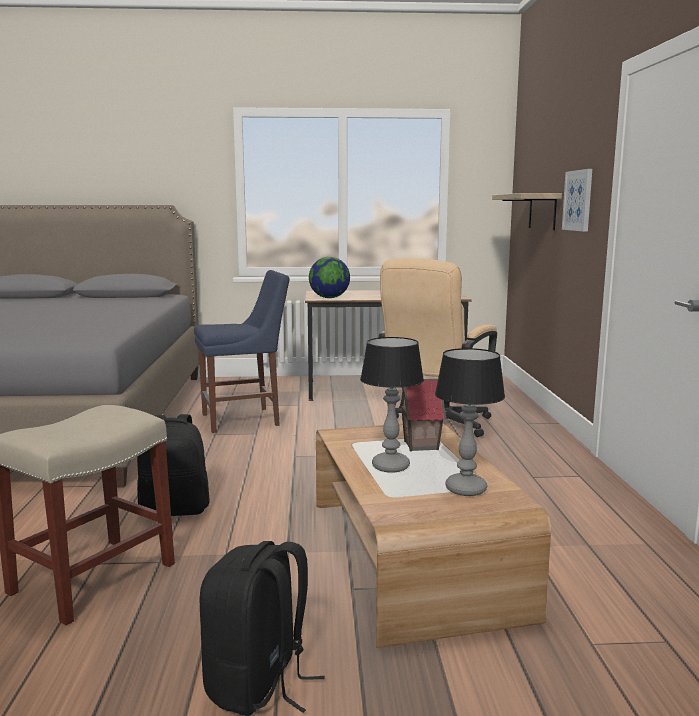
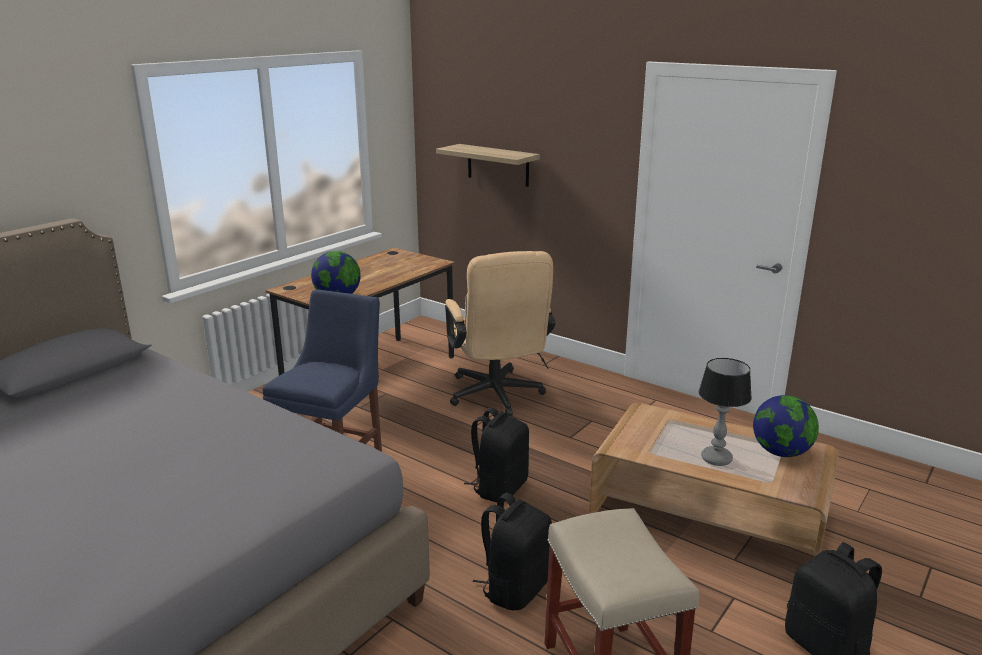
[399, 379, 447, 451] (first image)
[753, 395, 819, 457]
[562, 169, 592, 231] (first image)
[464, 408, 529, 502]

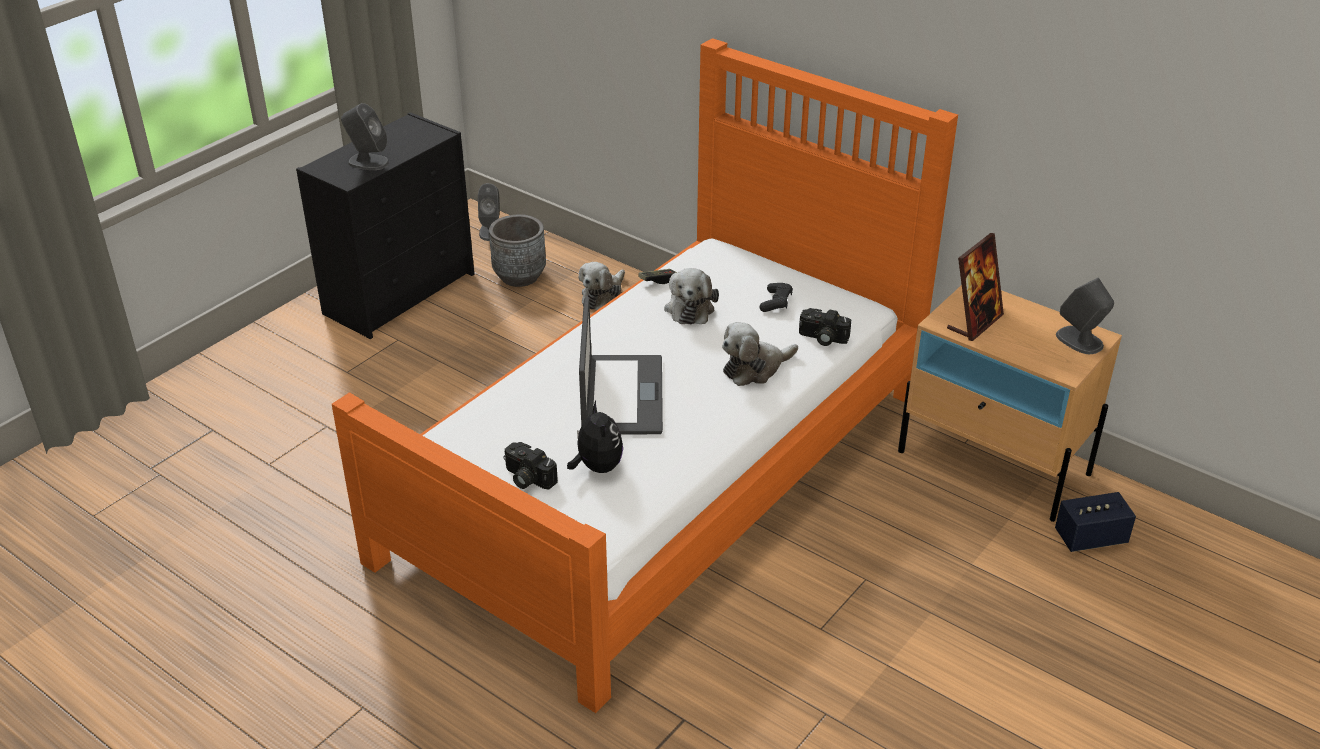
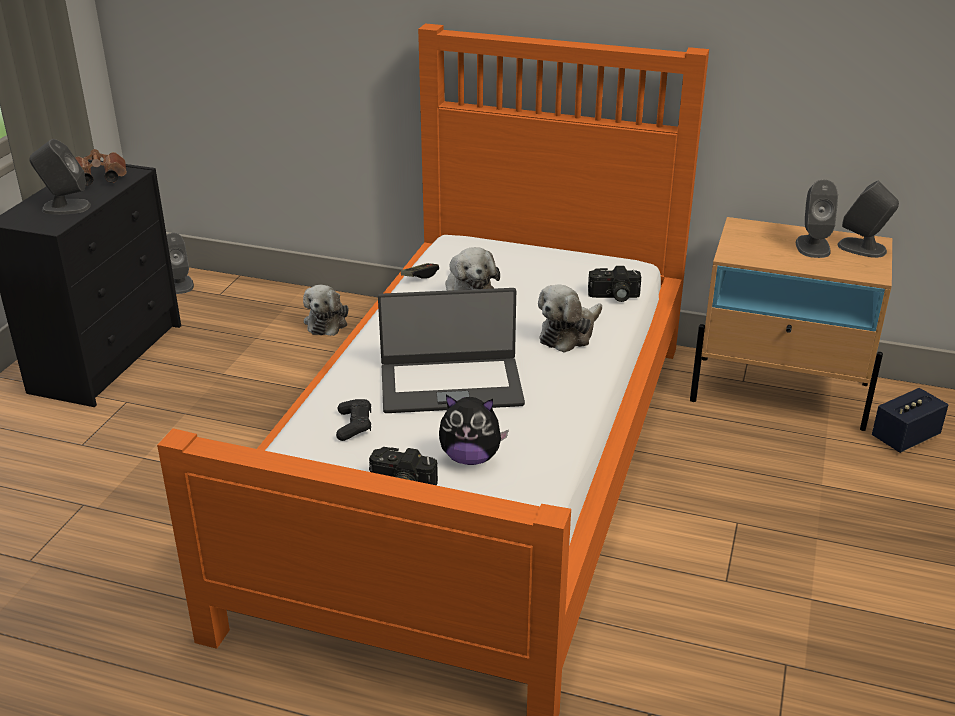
[489, 214, 546, 287] (first image)
[439, 395, 509, 465]
[378, 288, 525, 413]
[336, 399, 371, 441]
[947, 233, 1004, 341] (first image)
[75, 149, 127, 186]
[796, 180, 838, 258]

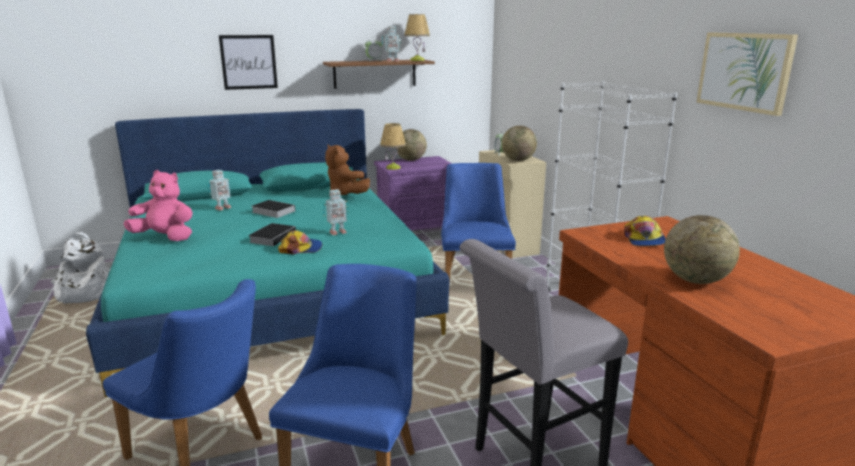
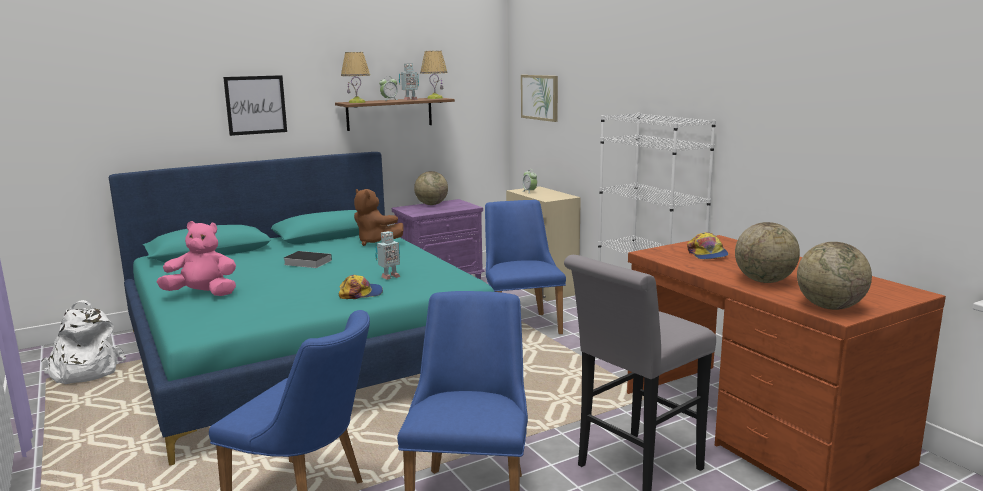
[208, 170, 232, 211] (first image)
[248, 223, 296, 246] (first image)
[341, 52, 370, 103]
[797, 242, 872, 310]
[521, 75, 558, 122]

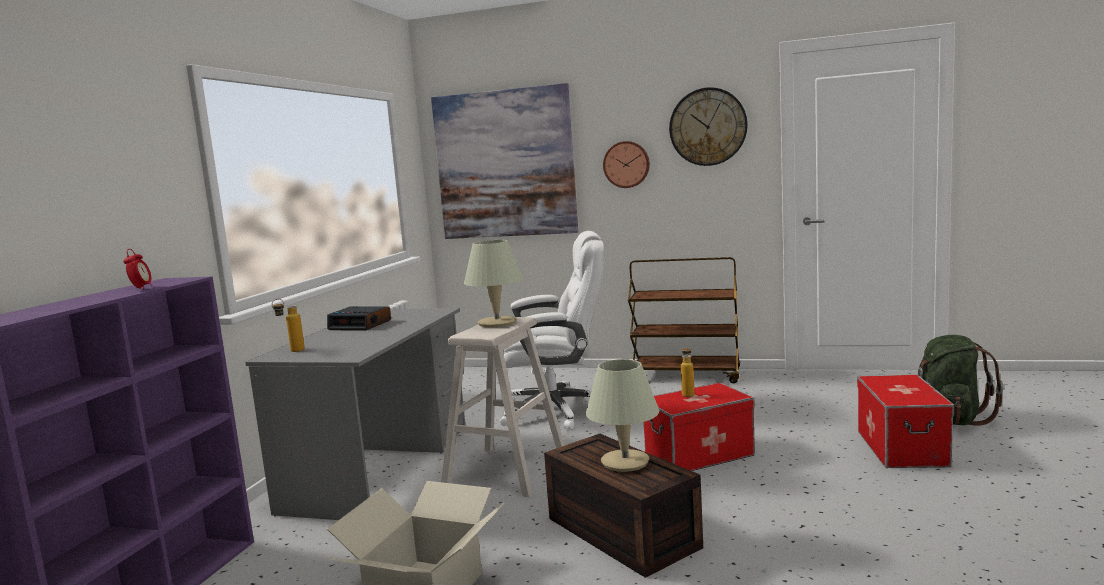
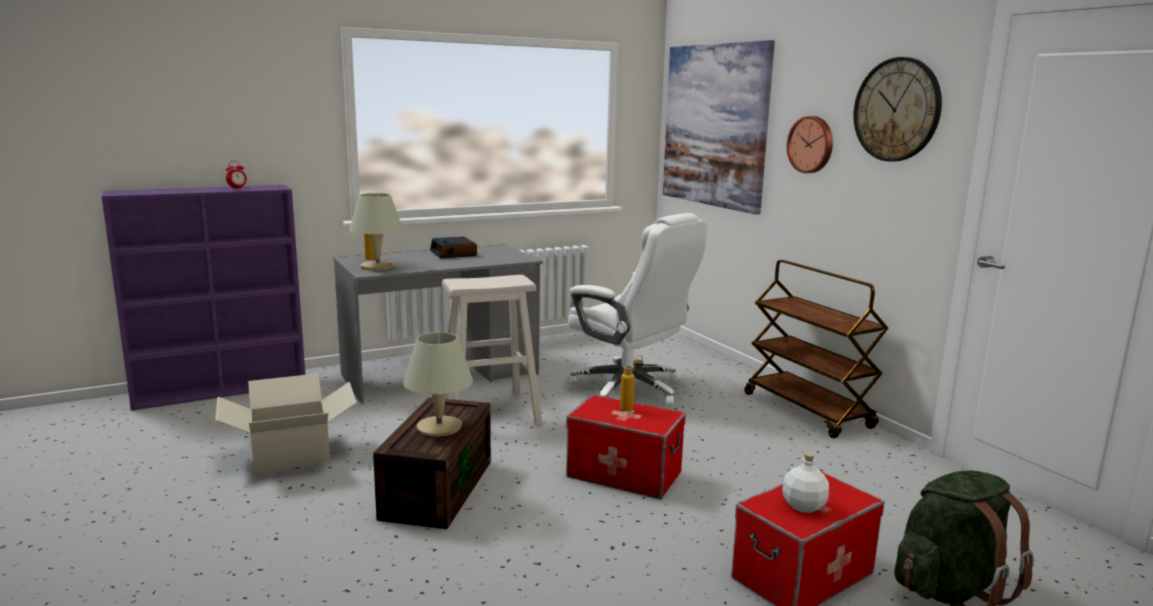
[349, 193, 403, 270]
[782, 452, 829, 513]

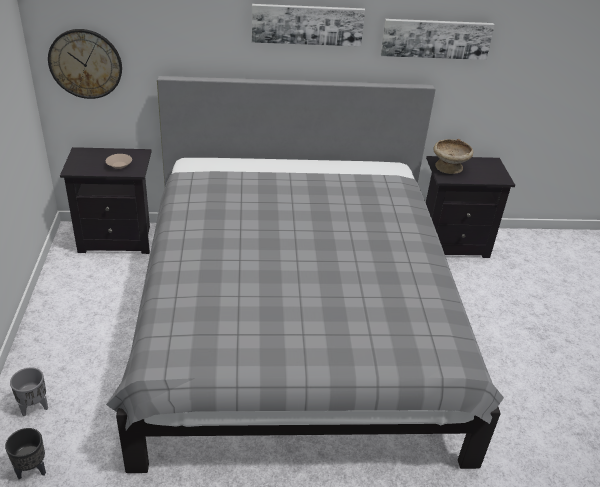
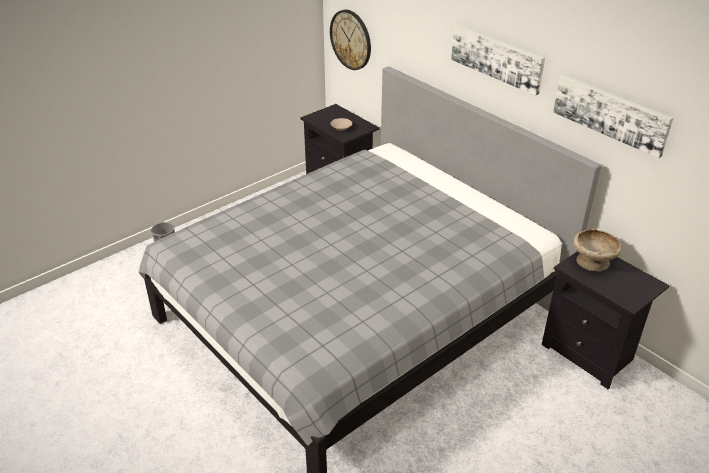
[5, 428, 46, 479] (first image)

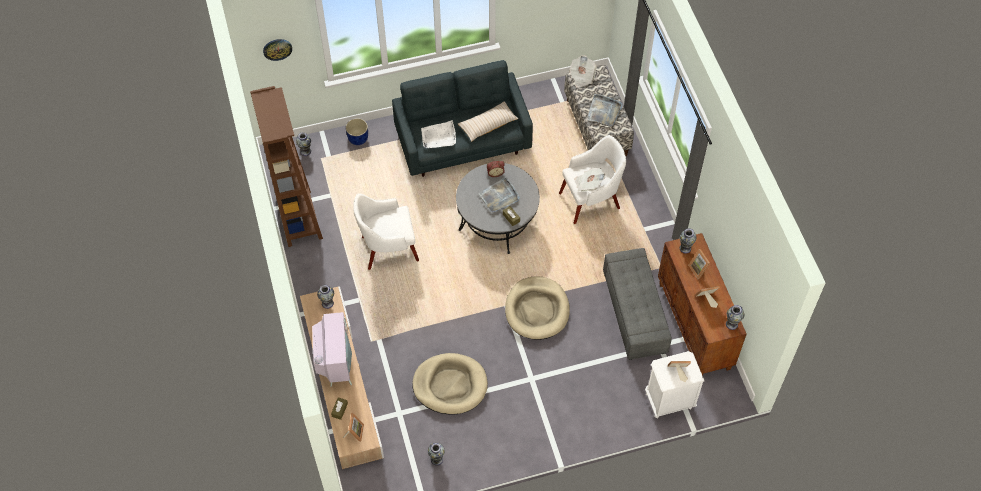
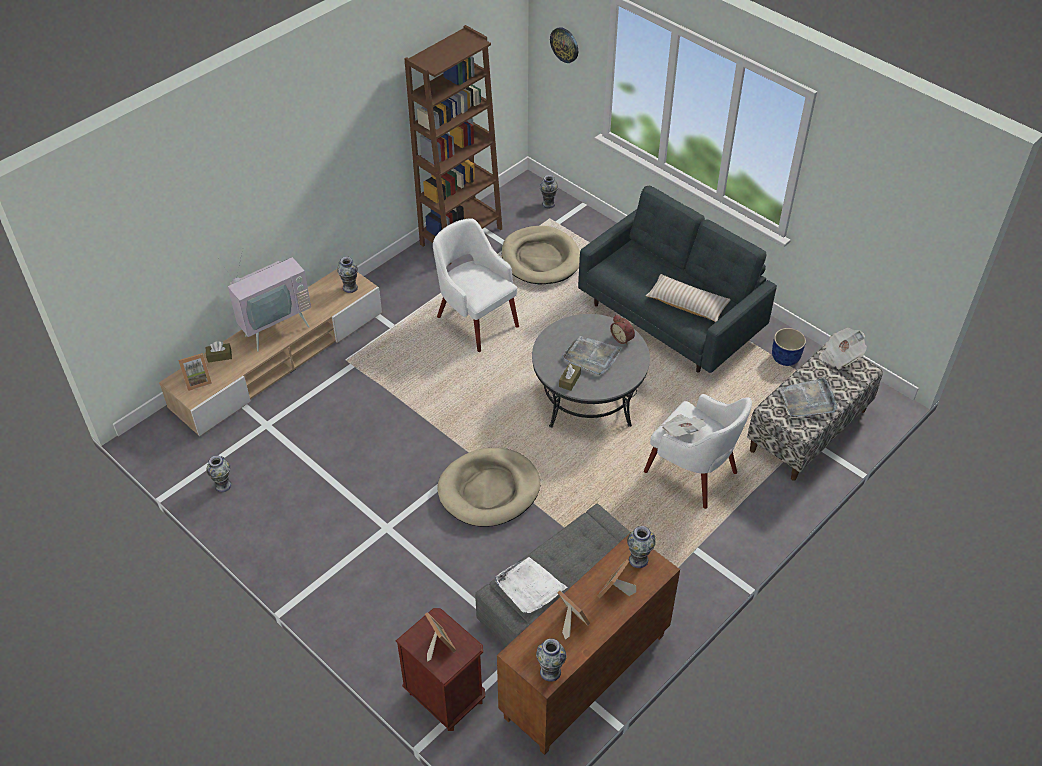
[772, 328, 806, 366]
[502, 226, 580, 285]
[495, 557, 567, 613]
[396, 608, 485, 731]

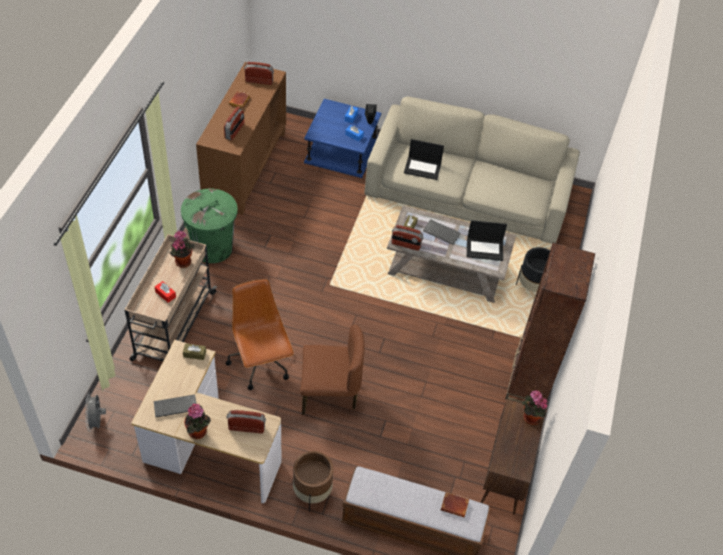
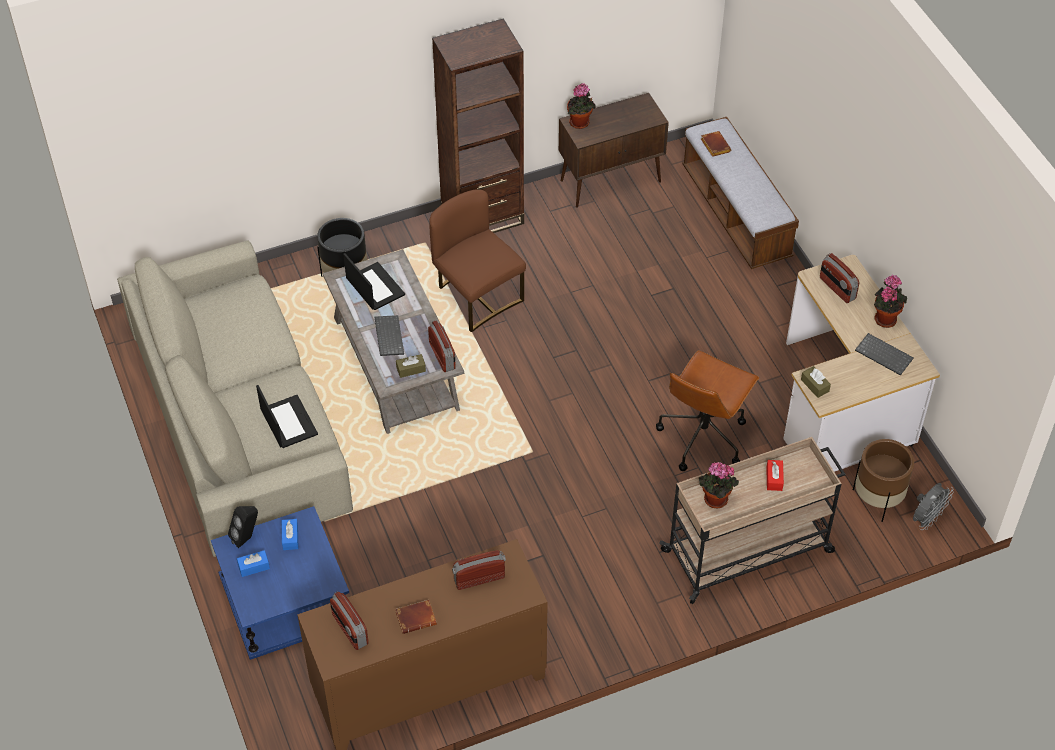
[181, 188, 238, 263] (first image)
[853, 439, 914, 522]
[429, 189, 526, 332]

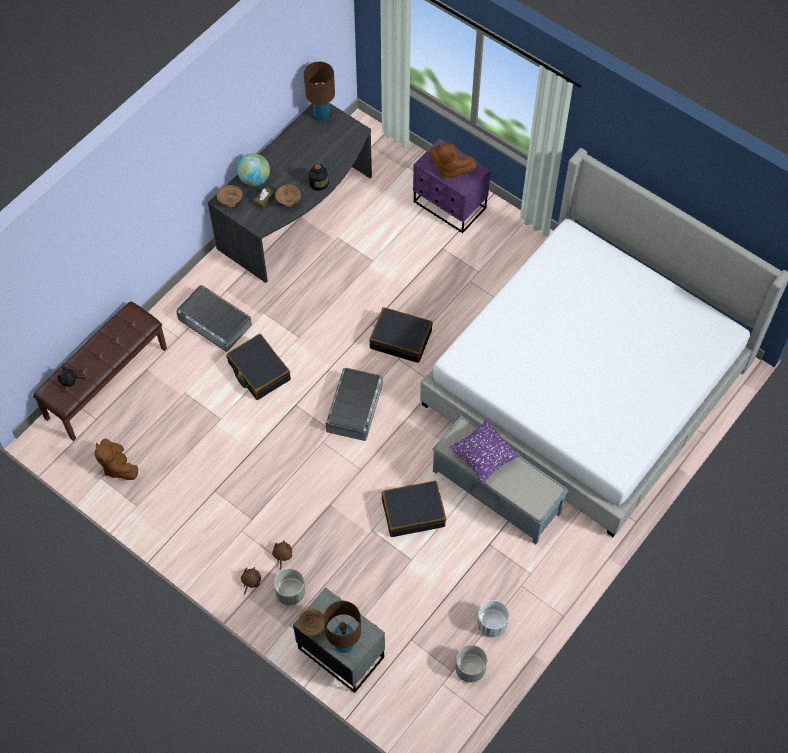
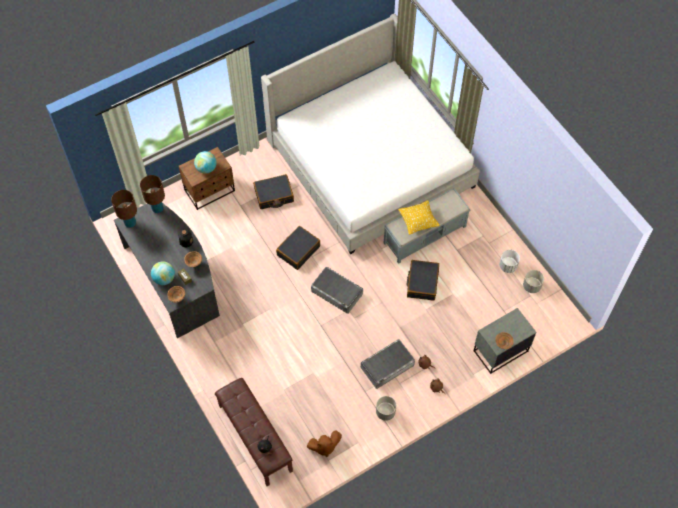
[361, 339, 415, 389]
[253, 174, 294, 209]
[376, 396, 396, 421]
[140, 175, 165, 213]
[179, 147, 235, 210]
[194, 151, 217, 174]
[398, 200, 439, 235]

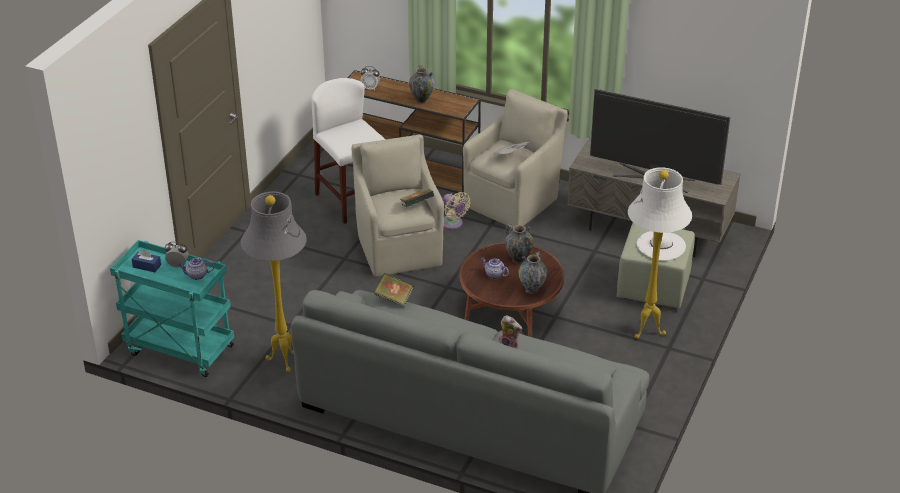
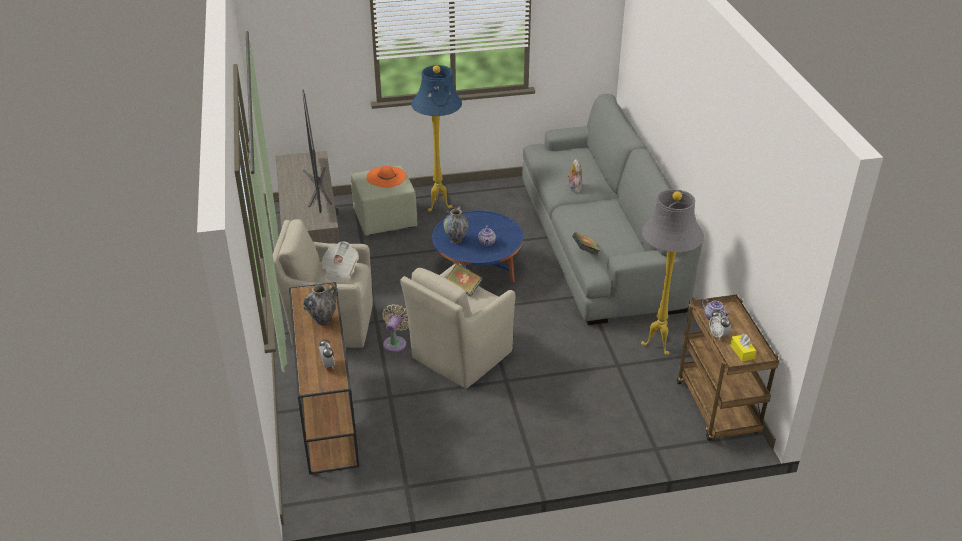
[677, 295, 779, 441]
[730, 333, 756, 362]
[312, 78, 386, 224] (first image)
[432, 210, 523, 283]
[518, 252, 547, 294] (first image)
[411, 65, 462, 212]
[366, 166, 407, 187]

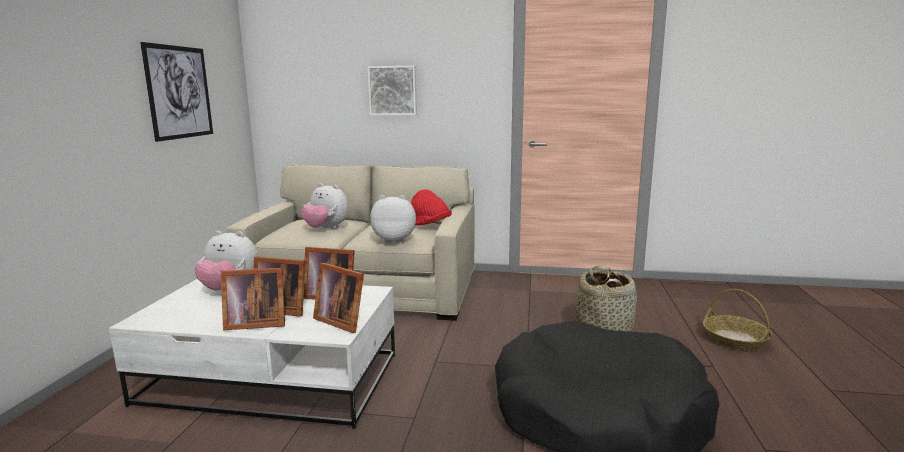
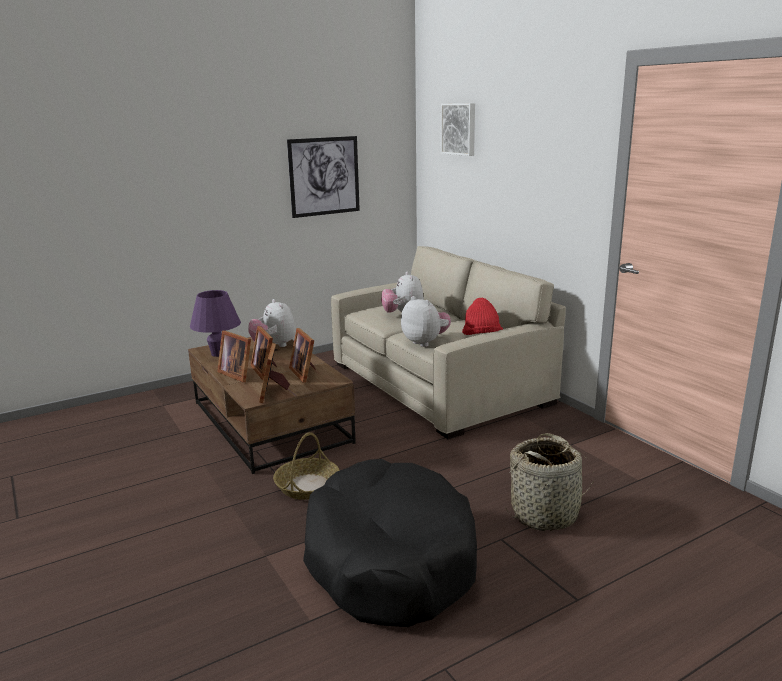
[188, 337, 356, 474]
[441, 103, 475, 156]
[273, 432, 340, 500]
[190, 290, 241, 357]

